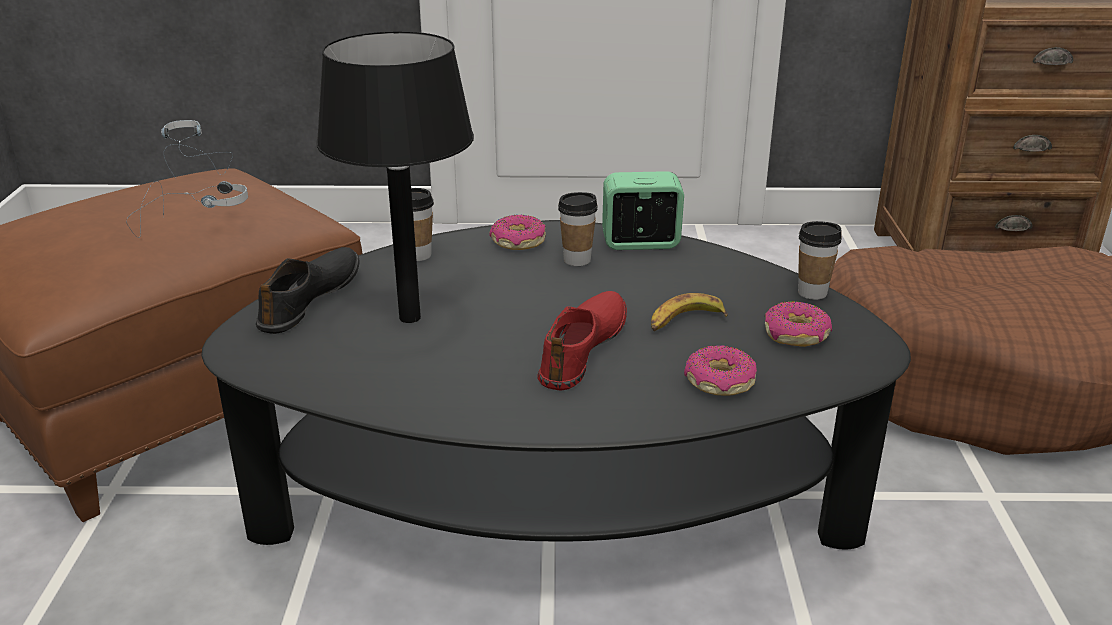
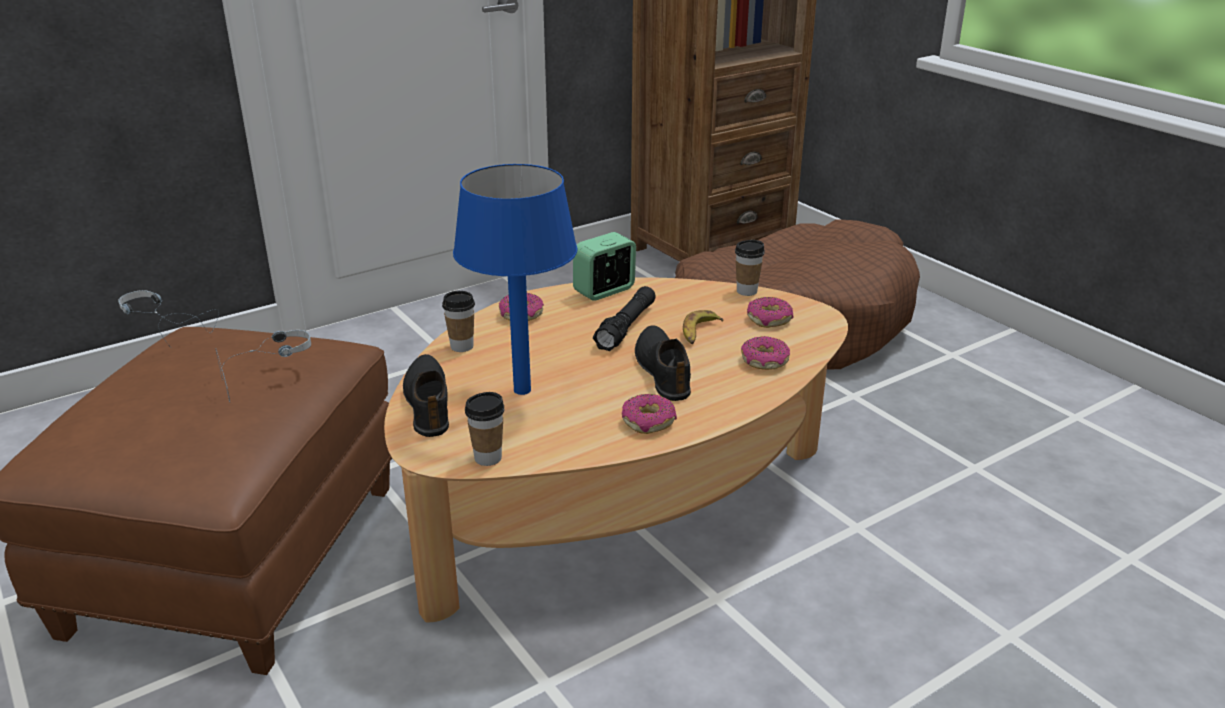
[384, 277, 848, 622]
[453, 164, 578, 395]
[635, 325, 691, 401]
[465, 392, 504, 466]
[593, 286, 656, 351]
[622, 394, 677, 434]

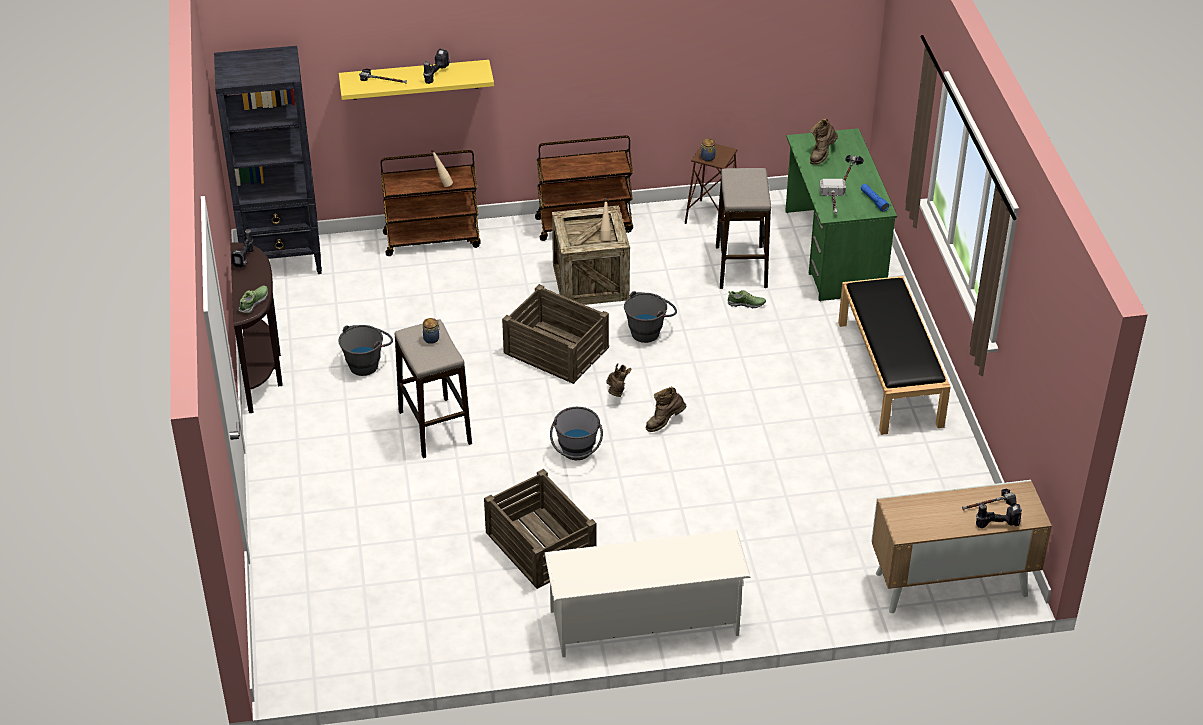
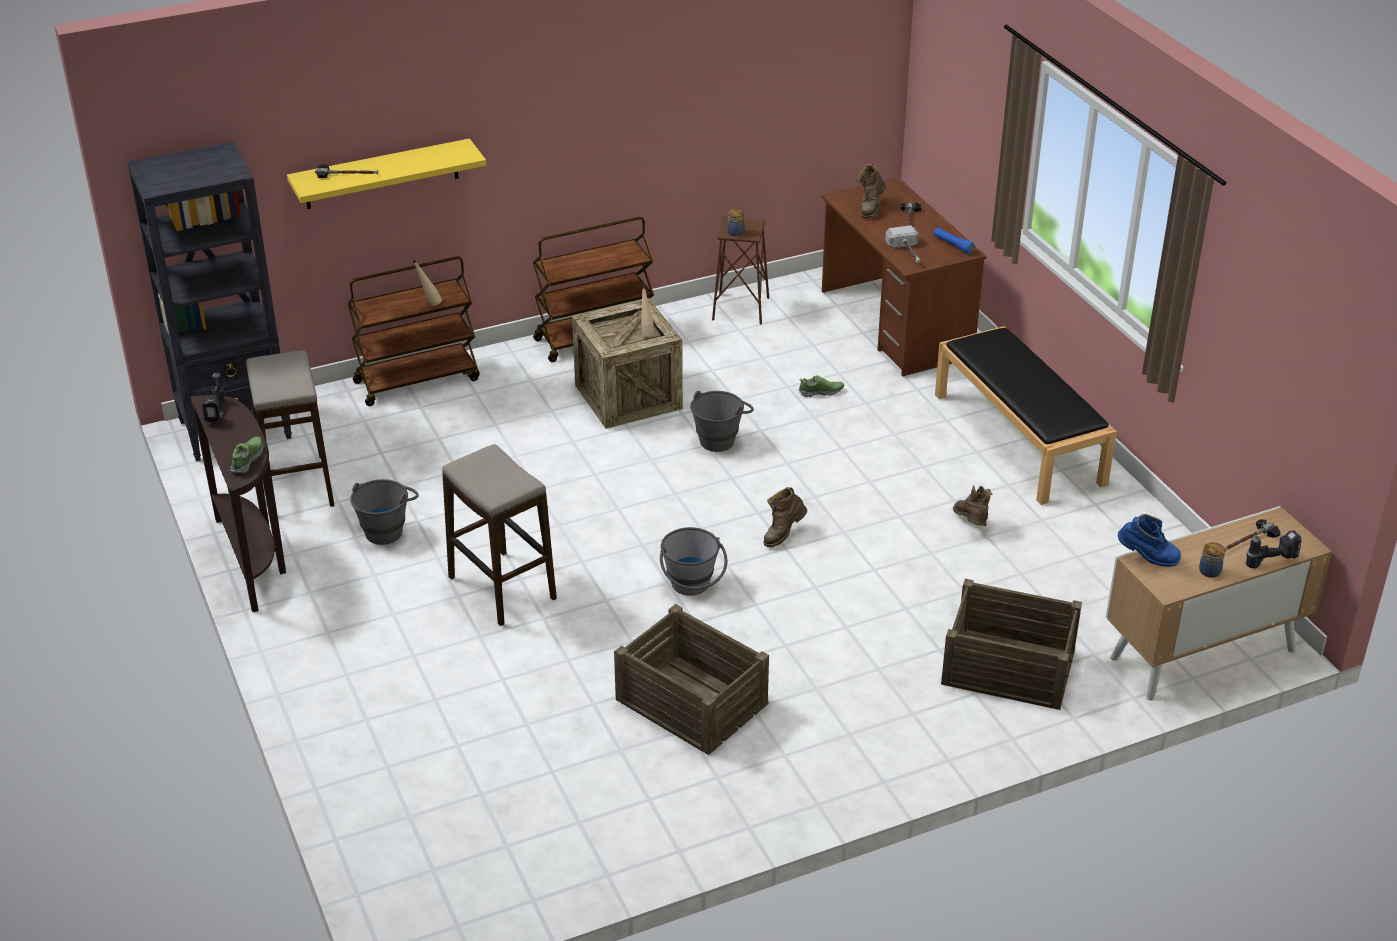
[423, 49, 449, 84] (first image)
[1199, 542, 1225, 578]
[941, 579, 1082, 710]
[545, 530, 751, 658] (first image)
[953, 485, 992, 526]
[246, 350, 335, 507]
[821, 177, 986, 376]
[1118, 514, 1181, 567]

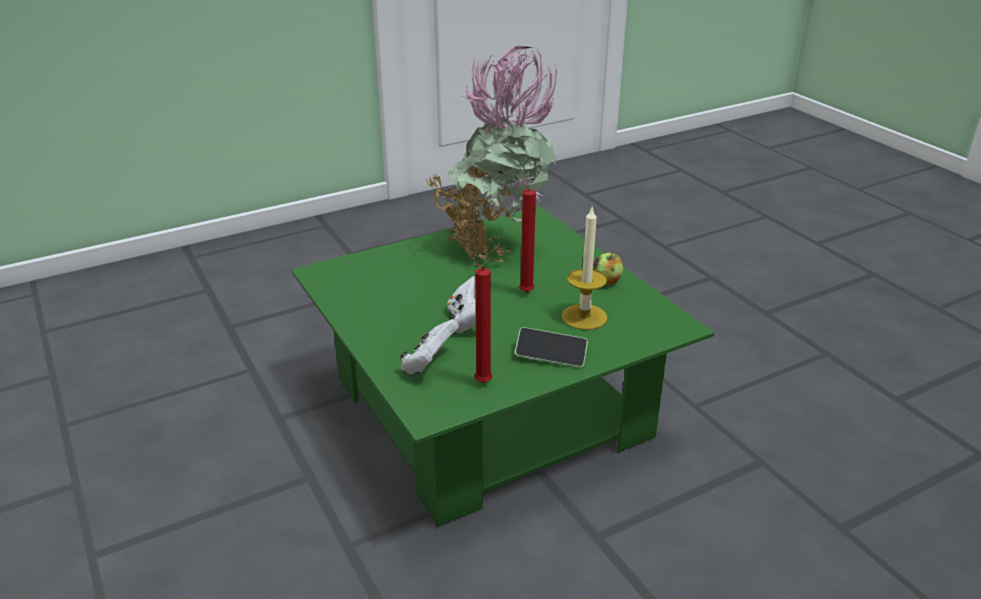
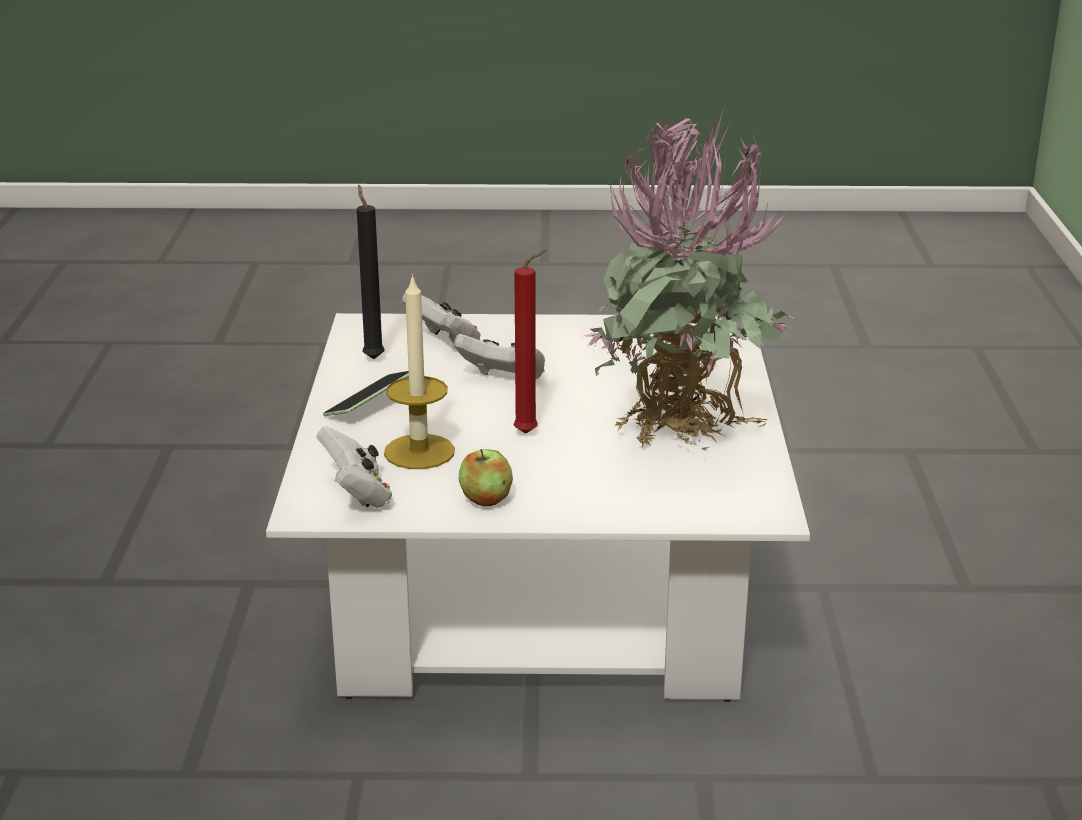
[266, 313, 810, 702]
[357, 185, 384, 359]
[316, 426, 392, 508]

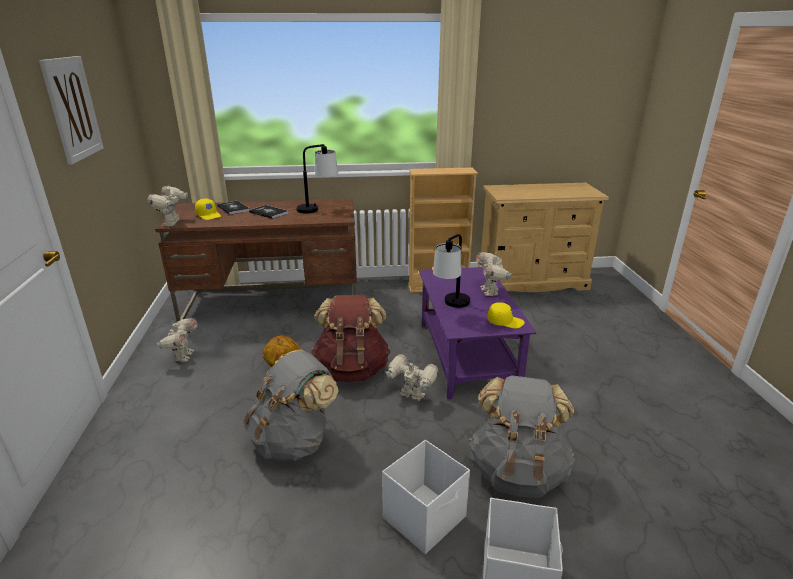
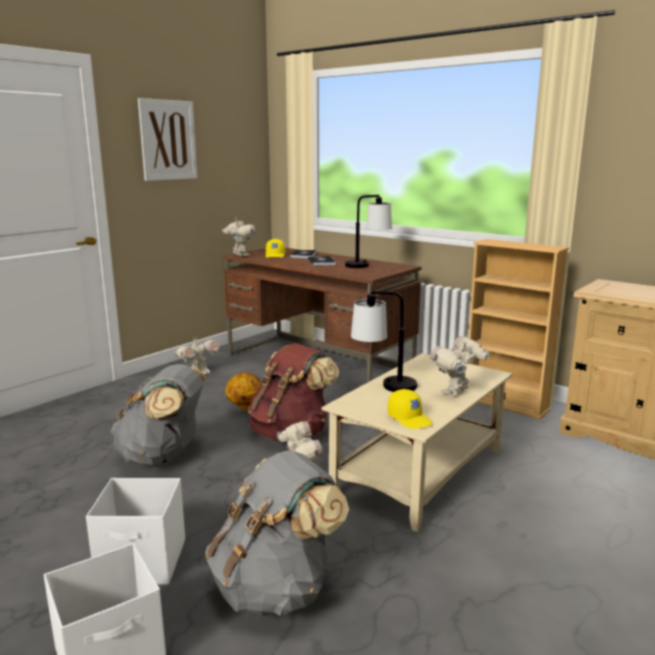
[222, 218, 256, 256]
[322, 353, 513, 532]

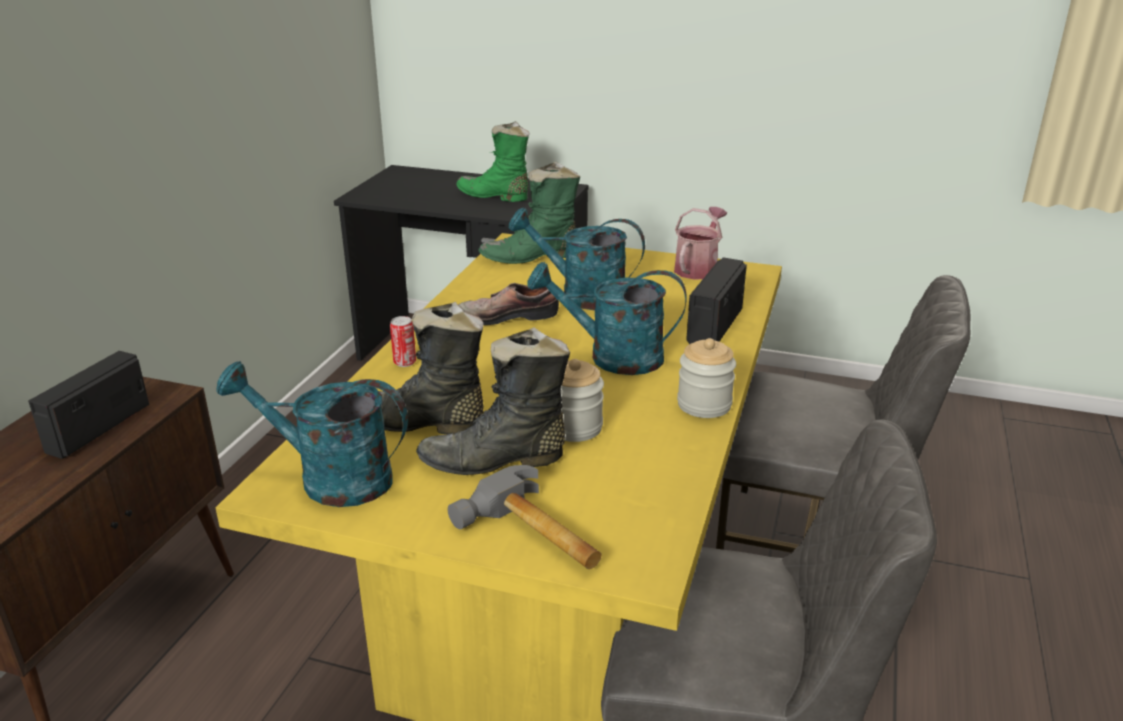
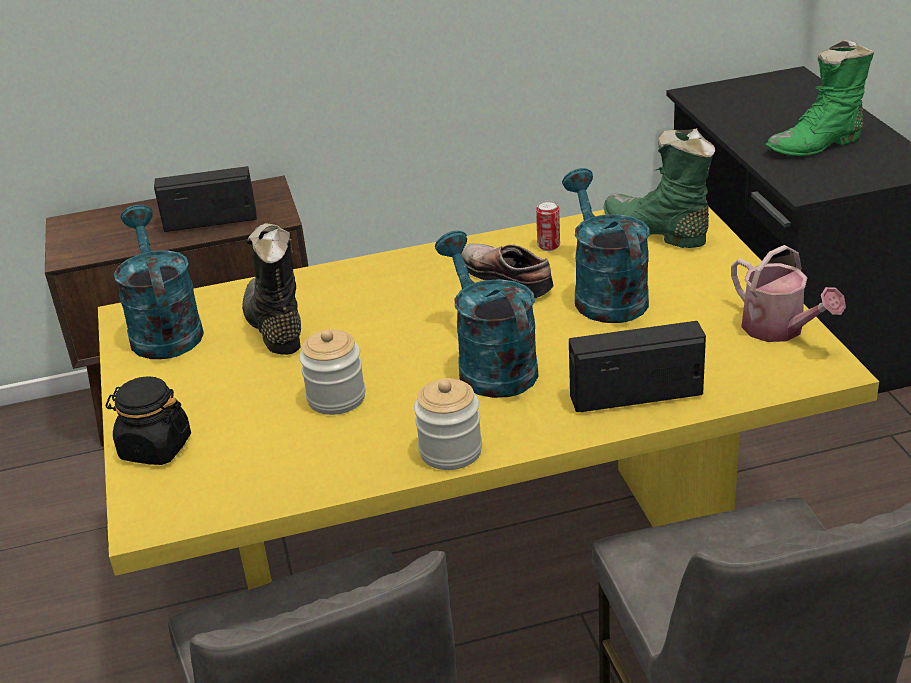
[536, 200, 560, 251]
[416, 327, 570, 475] (first image)
[105, 376, 191, 465]
[765, 39, 874, 156]
[731, 245, 846, 342]

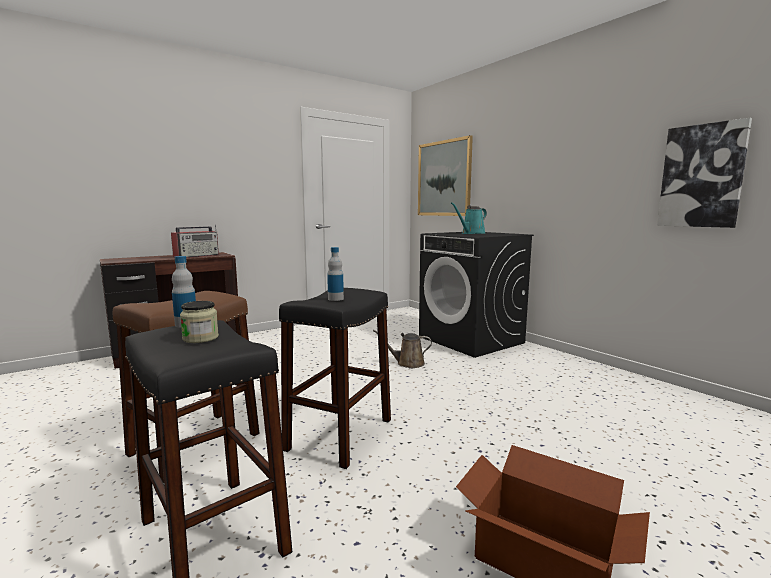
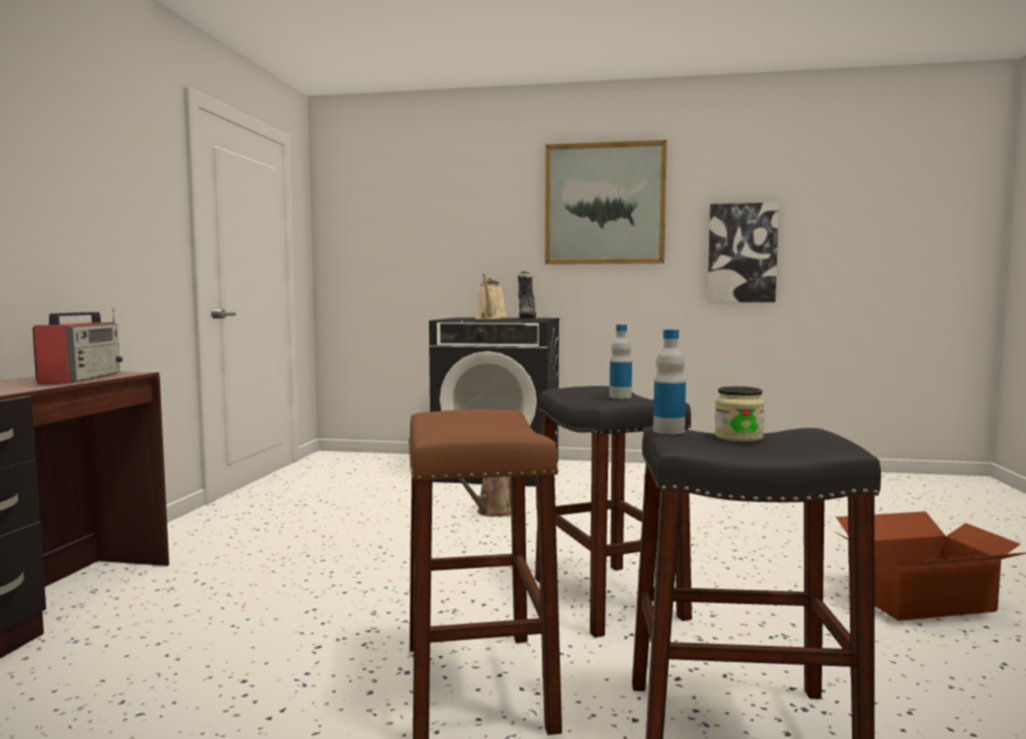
[545, 140, 667, 264]
[475, 274, 508, 319]
[518, 271, 536, 318]

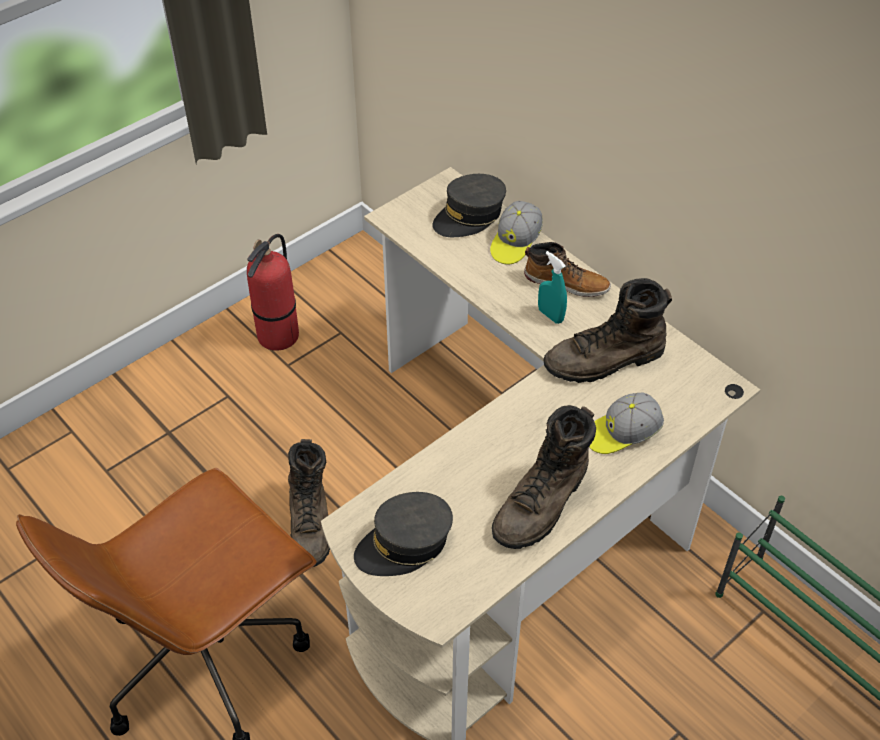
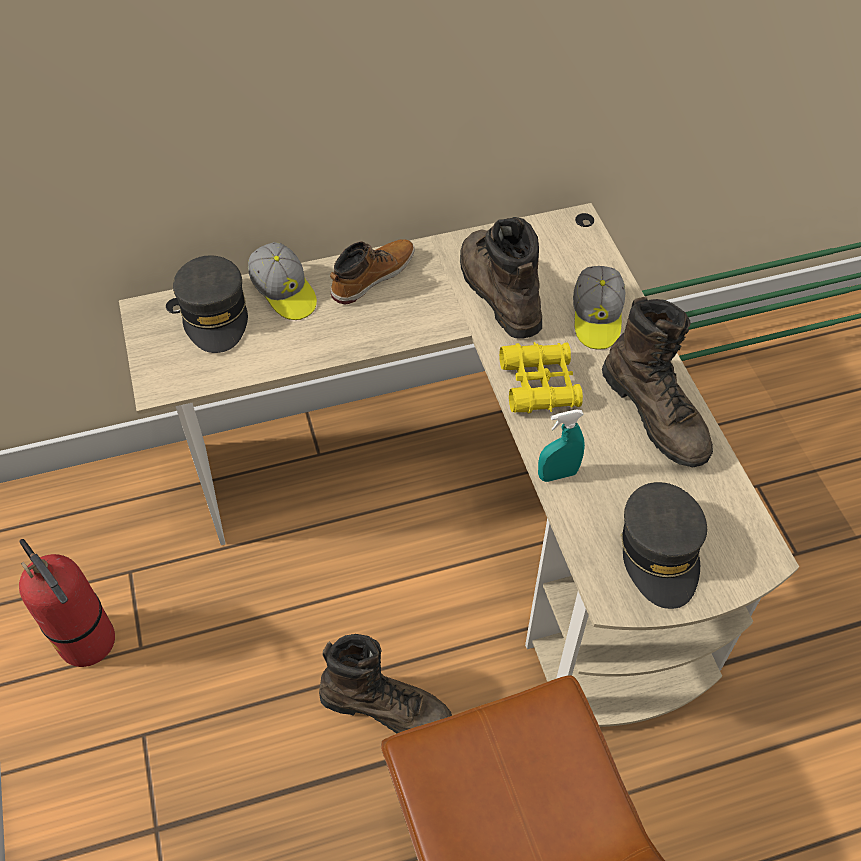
[538, 410, 585, 482]
[460, 217, 542, 339]
[499, 342, 583, 413]

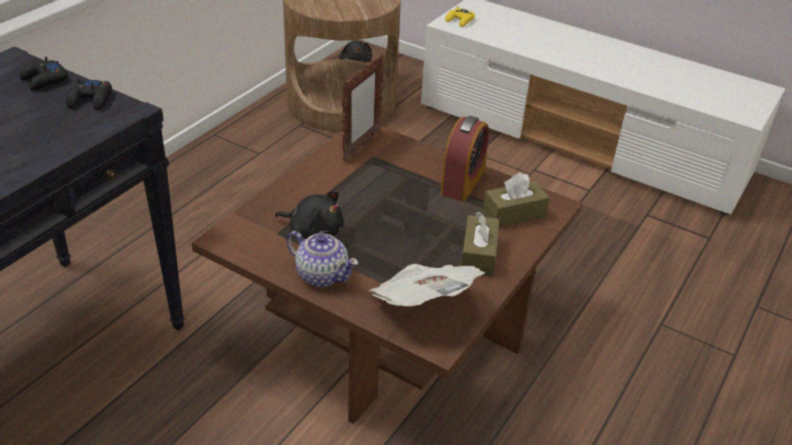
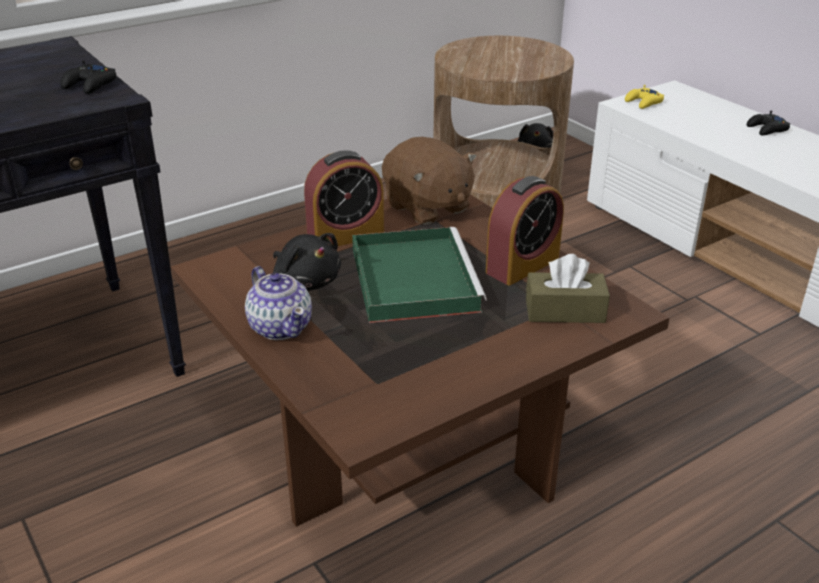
[747, 111, 790, 136]
[382, 137, 477, 225]
[369, 264, 485, 306] (first image)
[461, 212, 500, 276] (first image)
[304, 150, 384, 246]
[352, 227, 487, 323]

